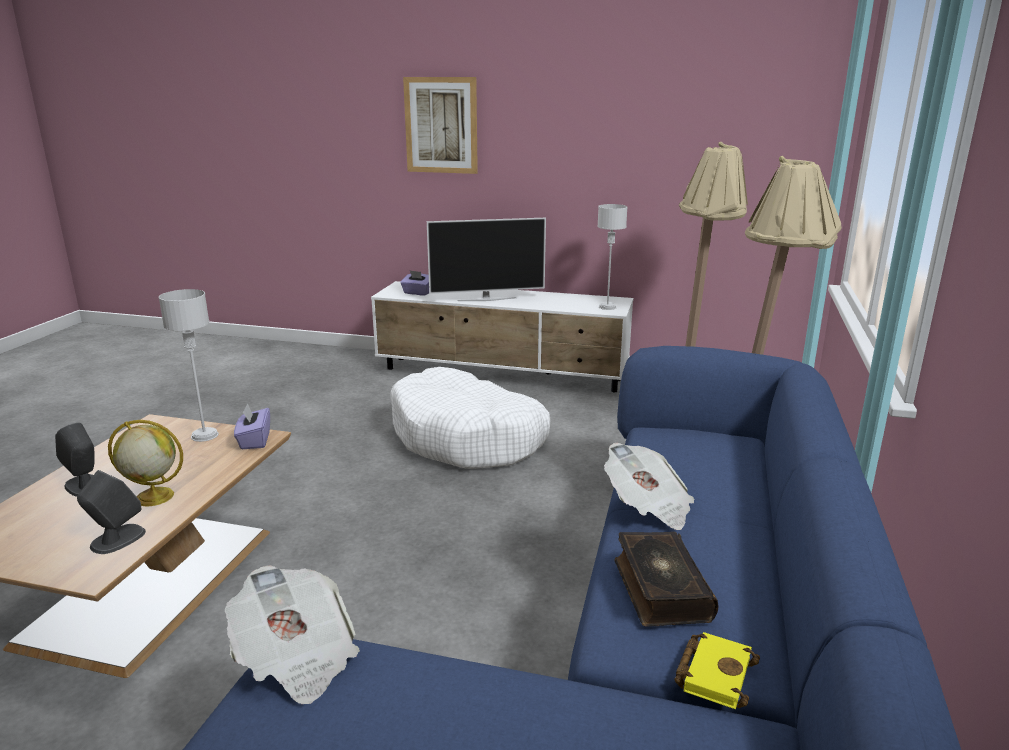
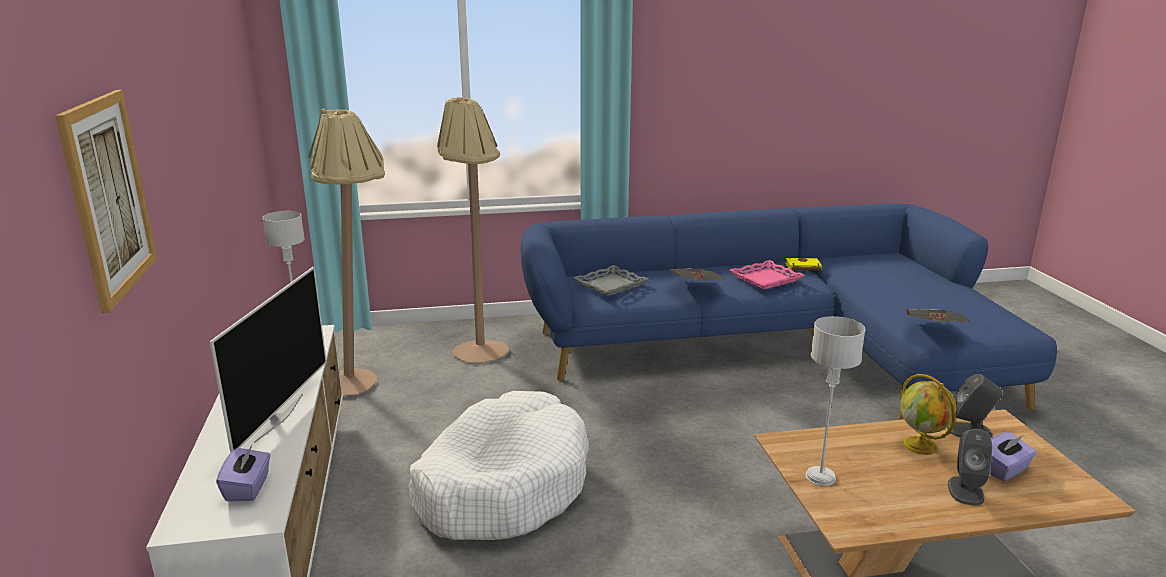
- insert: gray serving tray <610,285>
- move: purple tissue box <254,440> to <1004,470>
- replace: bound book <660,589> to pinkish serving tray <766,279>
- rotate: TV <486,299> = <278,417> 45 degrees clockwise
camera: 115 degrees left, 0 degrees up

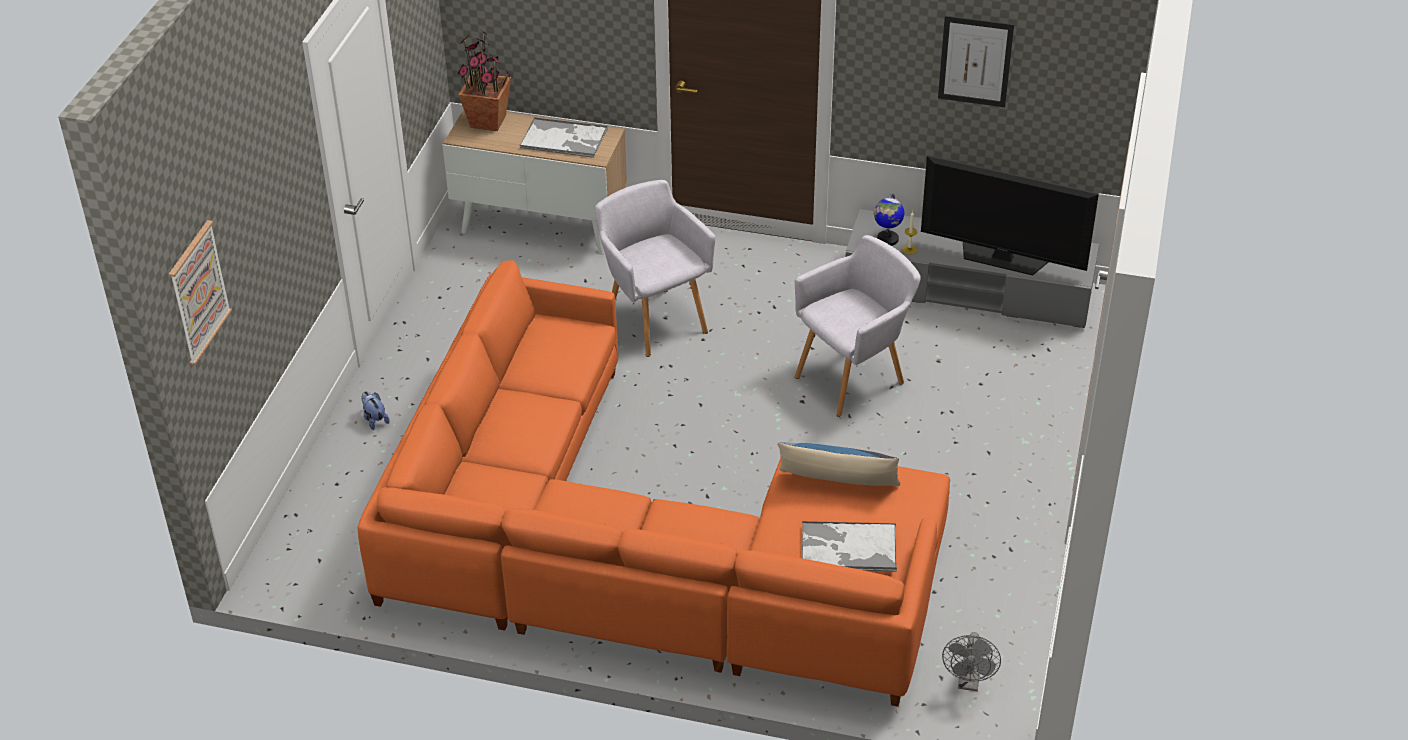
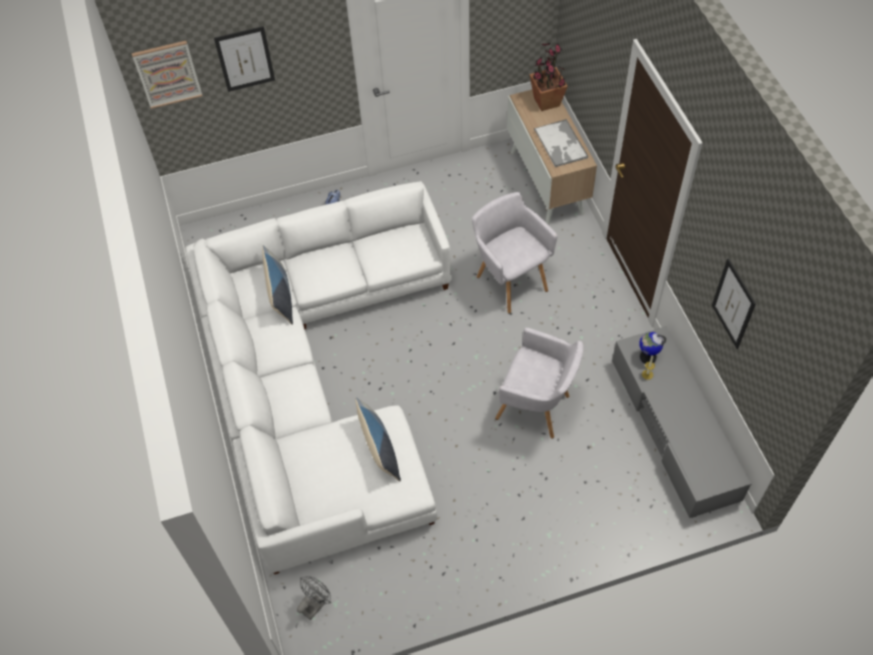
- delete: serving tray <847,547>
- delete: TV <1002,258>
- insert: wall picture <245,59>
- insert: pillow <280,295>
- recolor: orangey settee <639,547> to whitish settee <318,378>
- rotate: gray armchair <654,318> = <510,280> 60 degrees counterclockwise
- rotate: gray cooling fan <969,682> = <315,604> 150 degrees clockwise
camera: 60 degrees right, 15 degrees up

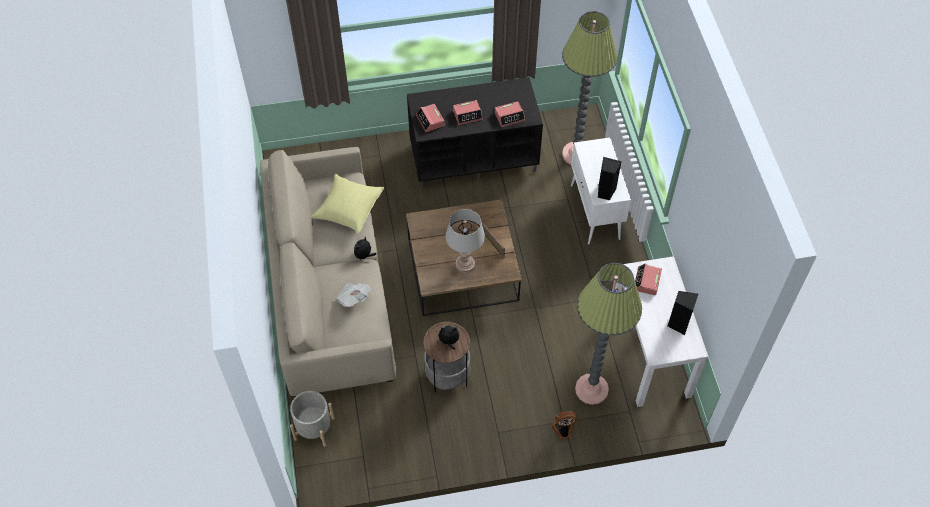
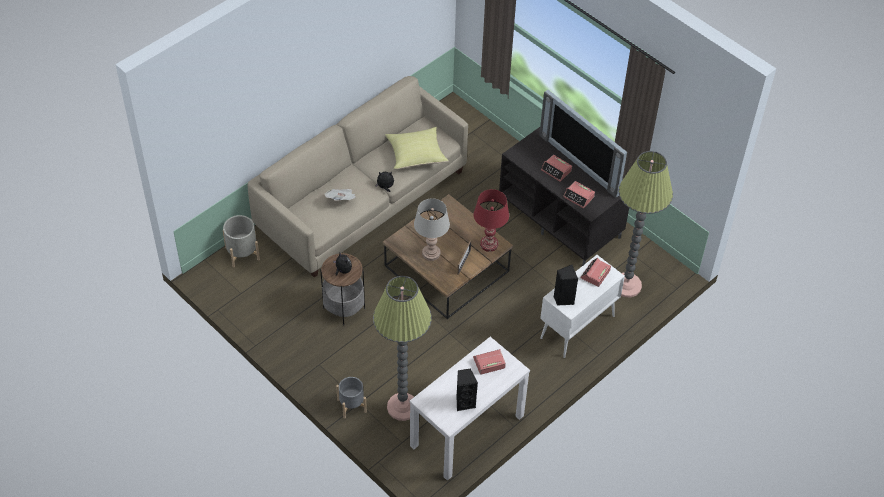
- insert: red-coloured tabletop lamp <489,244>
- insert: TV <581,163>
- move: table clock <430,120> to <595,274>
- replace: cooling fan <563,430> to gray planter <352,406>
camera: 55 degrees right, 5 degrees down

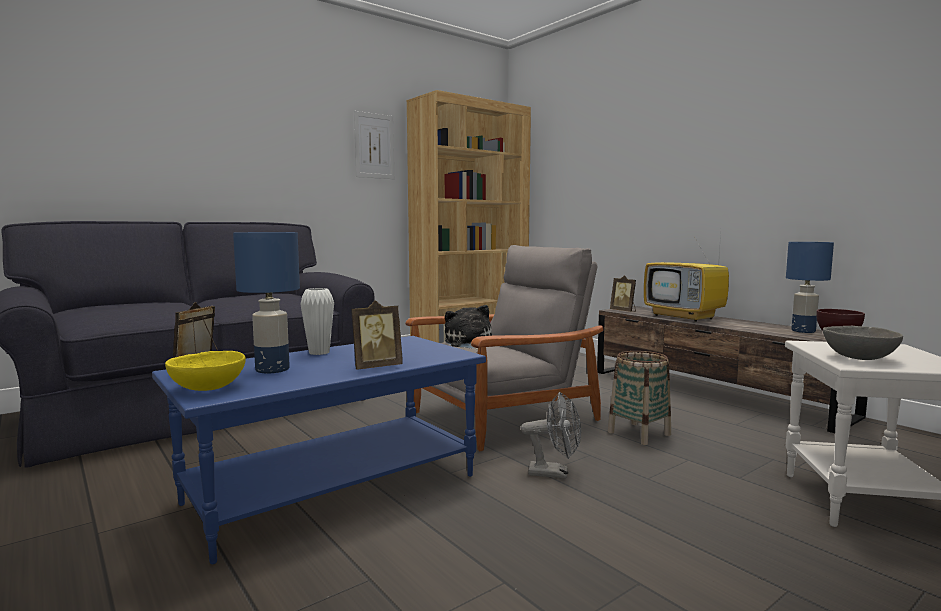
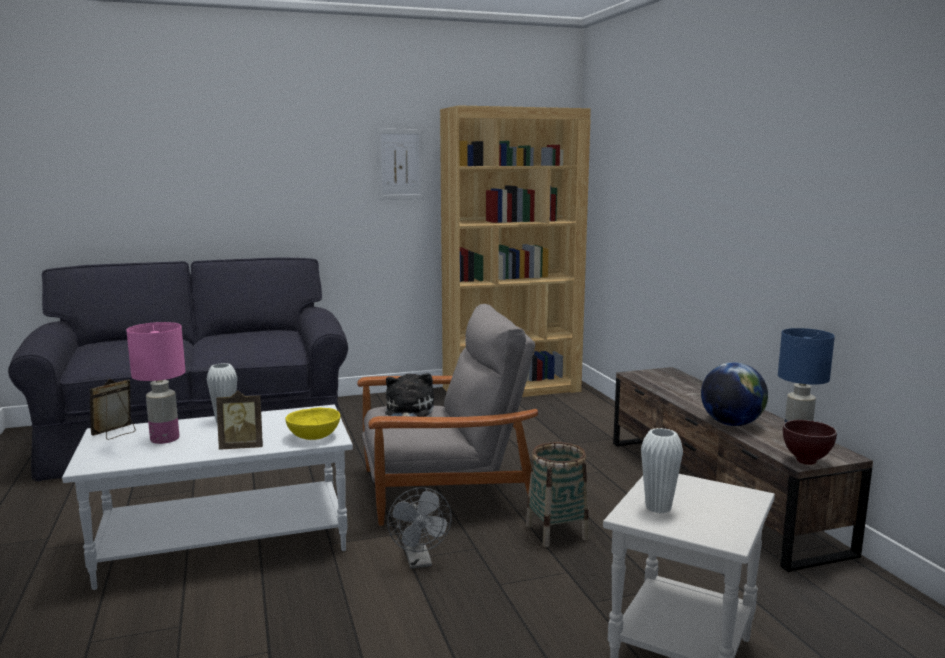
- delete: photo frame <623,311>
- delete: TV <685,317>
- insert: desk globe <731,424>
- move: yellowish deep dish <207,388> to <313,437>
- replace: gray deep dish <858,358> to whitish flower vase <658,508>
- recolor: blue lounge table <333,488> to whitish lounge table <226,541>
- recolor: blue tabletop lamp <273,370> to pinkish tabletop lamp <165,439>
- rotate: gray cooling fan <555,473> = <419,562> 45 degrees clockwise
camera: 20 degrees right, 5 degrees up

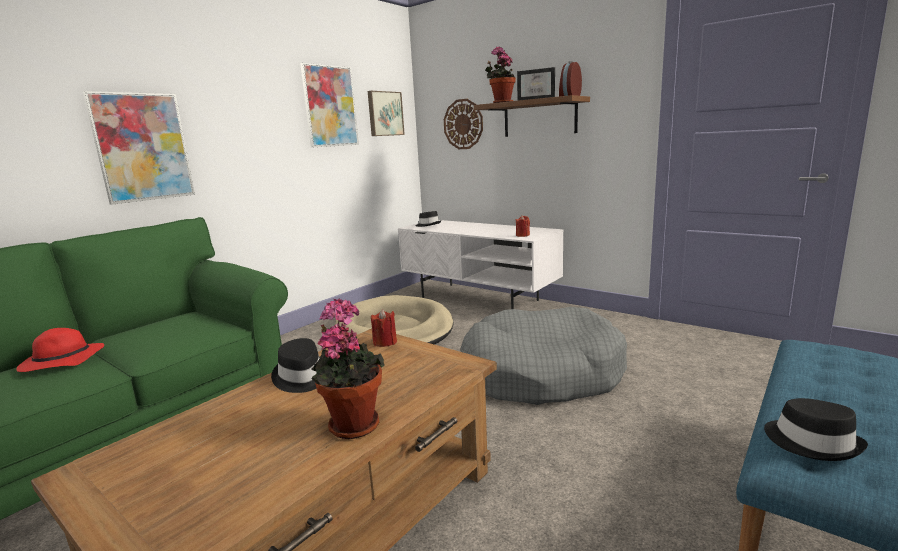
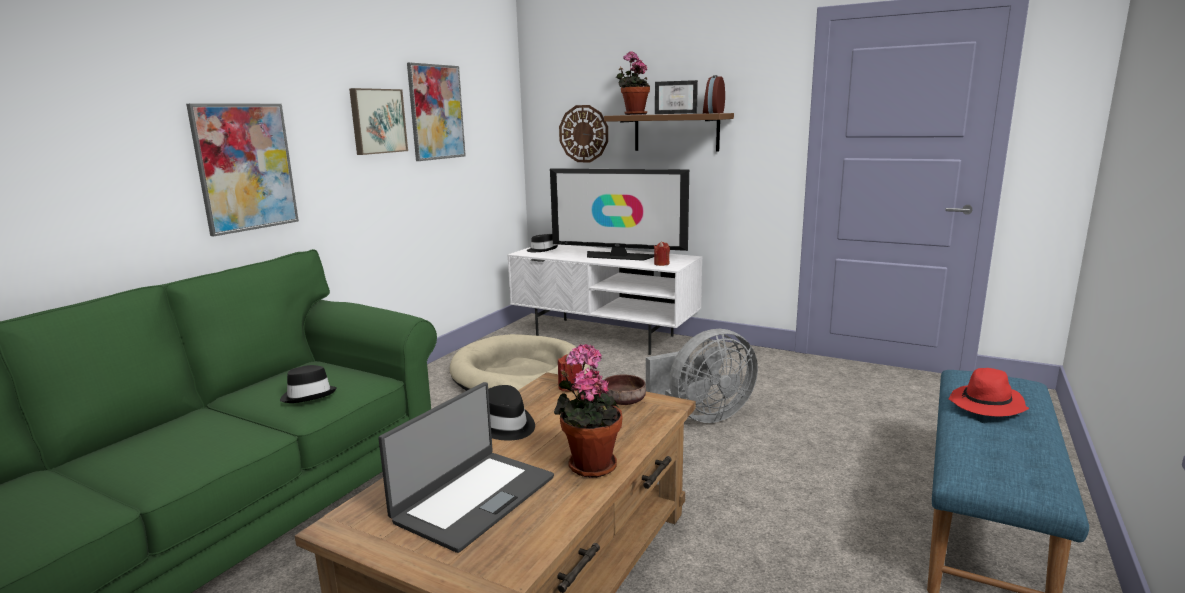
- insert: laptop <473,498>
- insert: TV <618,256>
- insert: brownish deep dish <624,401>
- move: red-coloured hat <62,362> to <987,406>
- move: wall picture <384,114> to <377,121>
- move: black-coloured hat <812,442> to <308,395>
- replace: gray dog cushion <541,373> to gray cooling fan <702,415>
camera: 10 degrees left, 0 degrees up

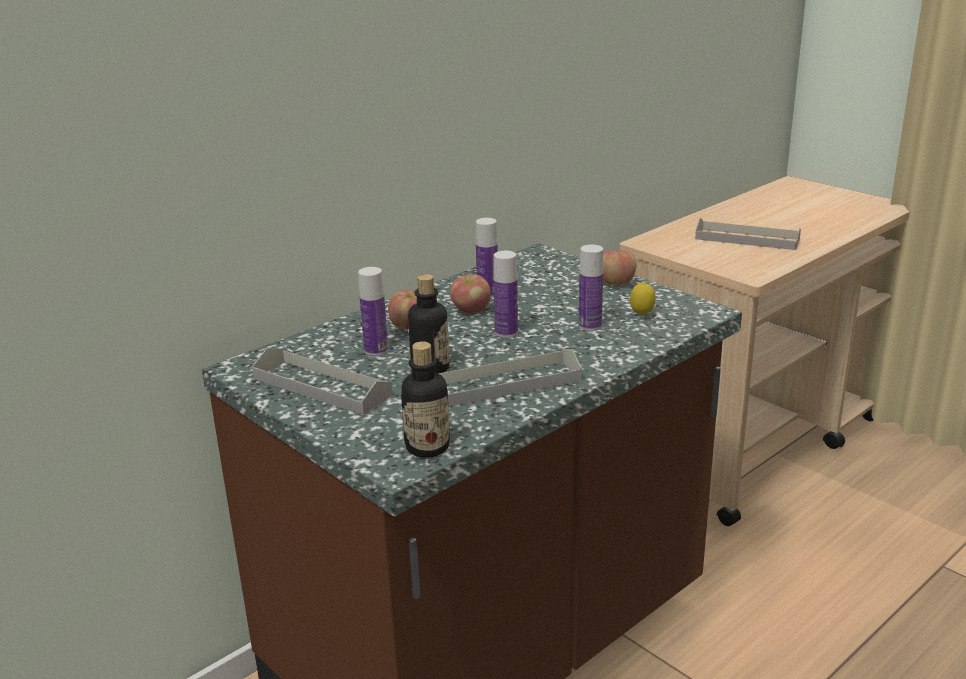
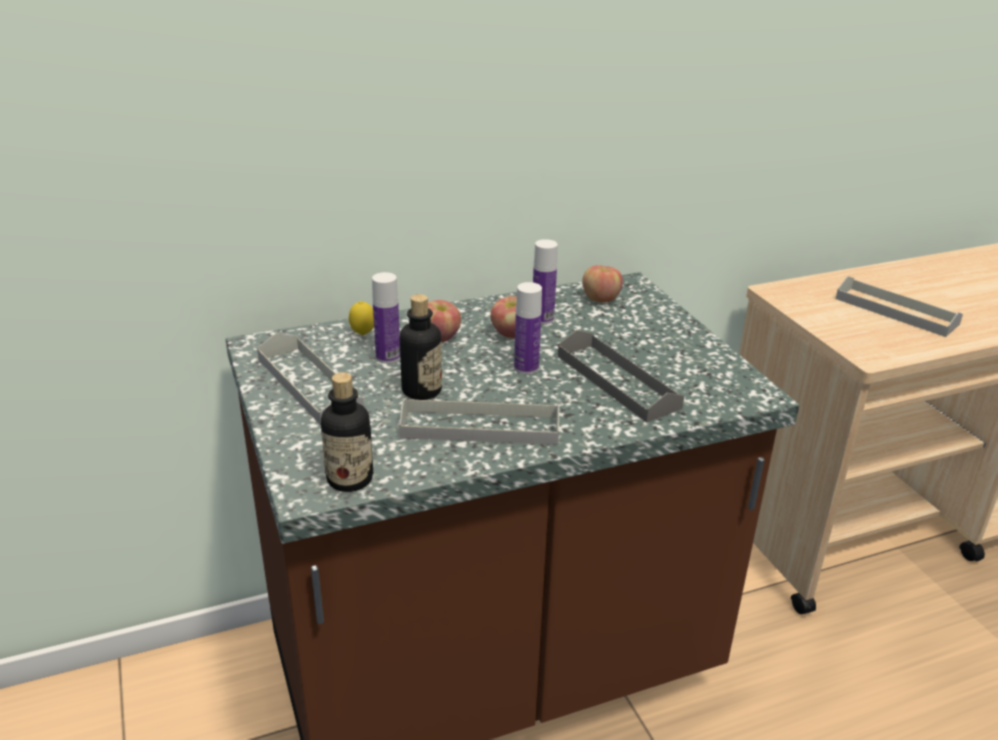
- move: apple fruit <616,282> to <601,299>
- move: citrus fruit <642,315> to <363,335>
- replace: beverage bottle <590,326> to gray serving tray <617,381>
camera: 20 degrees right, 5 degrees up

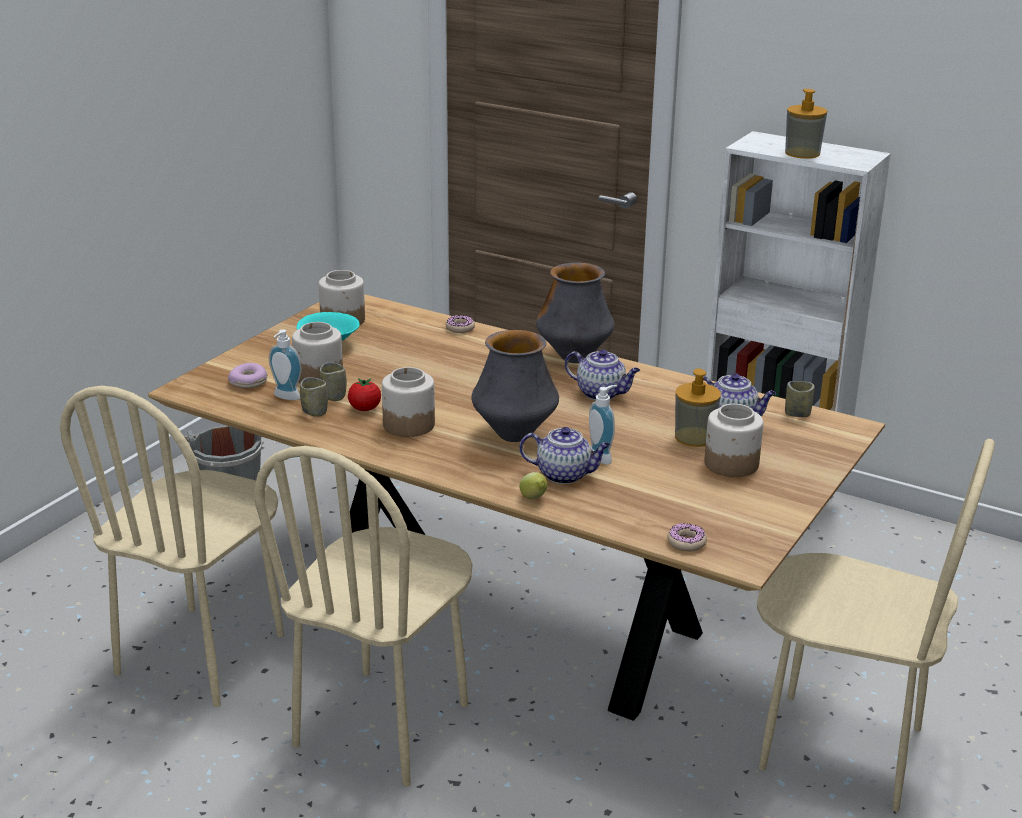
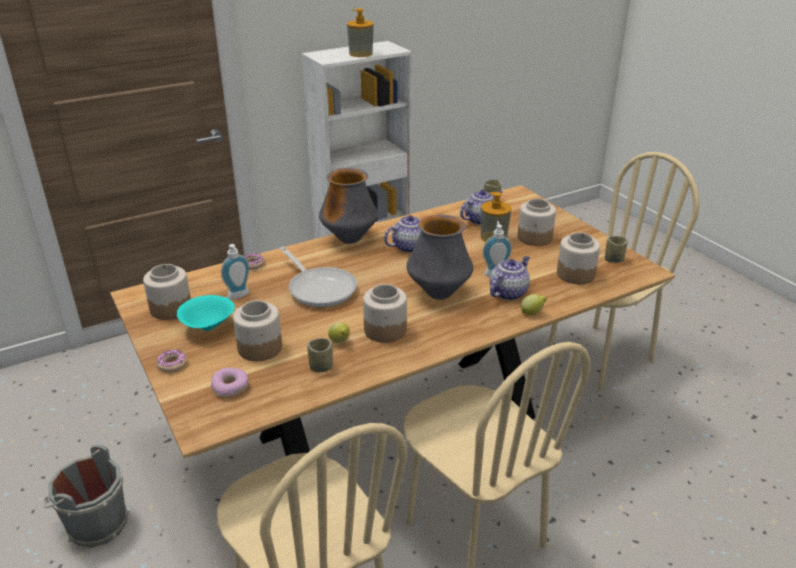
- insert: skillet <320,288>
- insert: jar <575,274>
- move: soap dispenser <285,397> to <239,296>
- move: drinking cup <333,396> to <613,260>
- move: doughnut <686,542> to <172,364>
- replace: fresh tomato <365,409> to citrus fruit <340,342>
camera: 60 degrees left, 5 degrees up

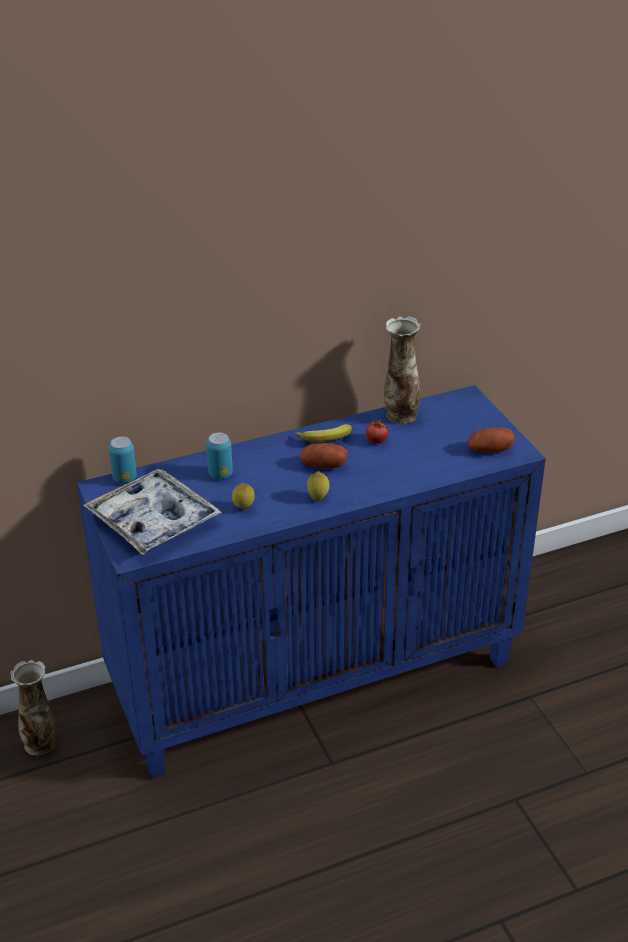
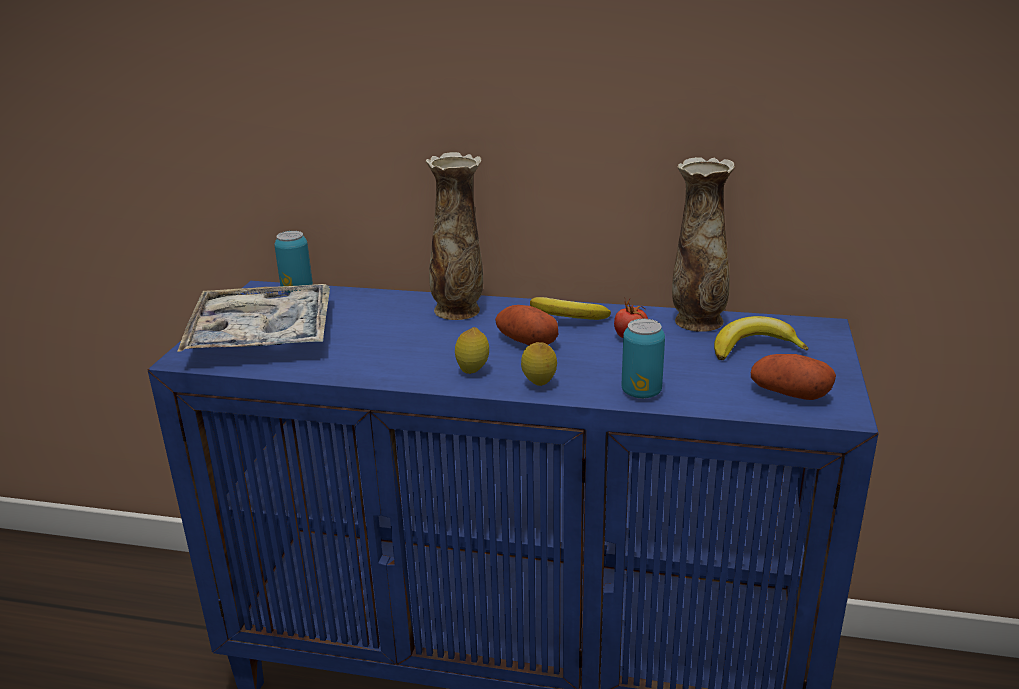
- insert: banana fruit <754,348>
- move: flower vase <40,743> to <458,310>
- move: sealed can <220,474> to <641,392>
- move: citrus fruit <243,508> to <539,385>
camera: 35 degrees right, 10 degrees down

